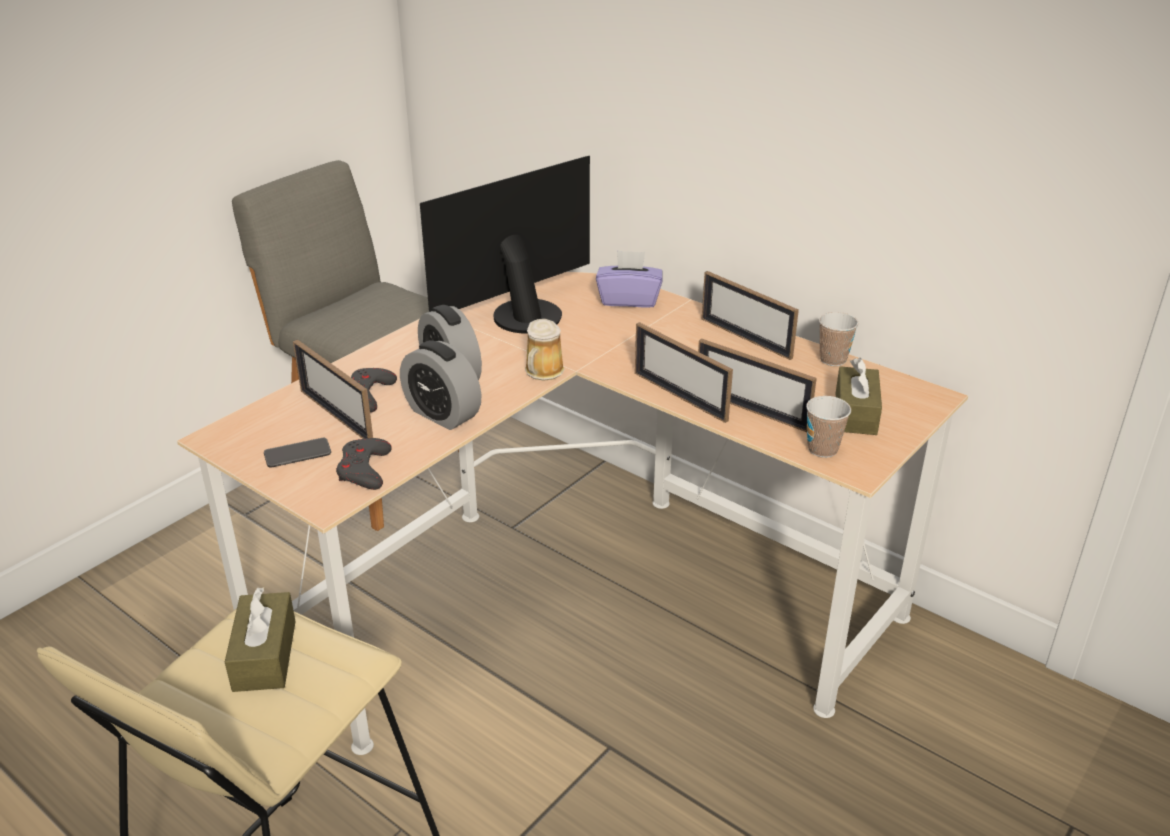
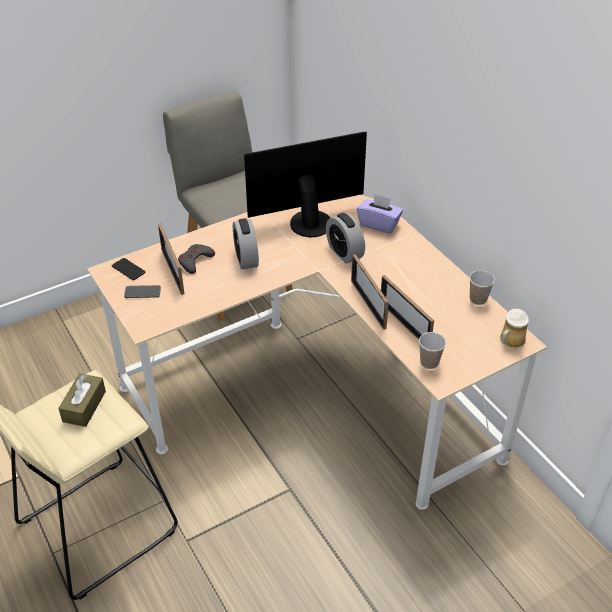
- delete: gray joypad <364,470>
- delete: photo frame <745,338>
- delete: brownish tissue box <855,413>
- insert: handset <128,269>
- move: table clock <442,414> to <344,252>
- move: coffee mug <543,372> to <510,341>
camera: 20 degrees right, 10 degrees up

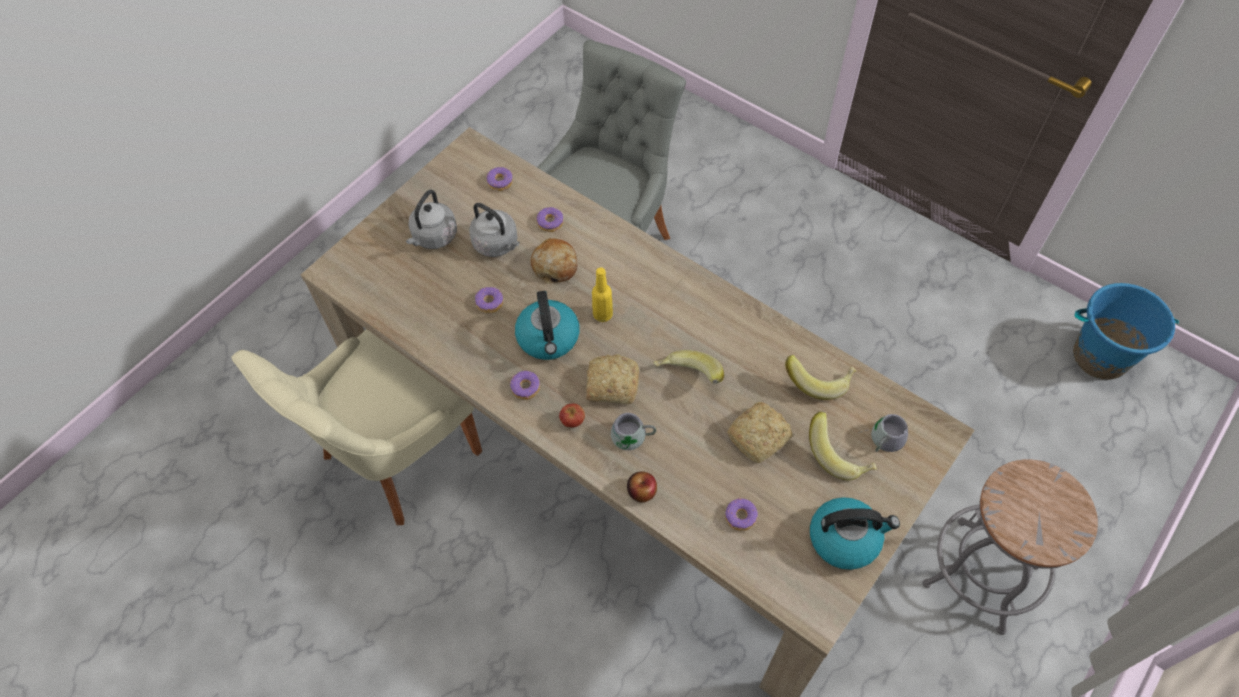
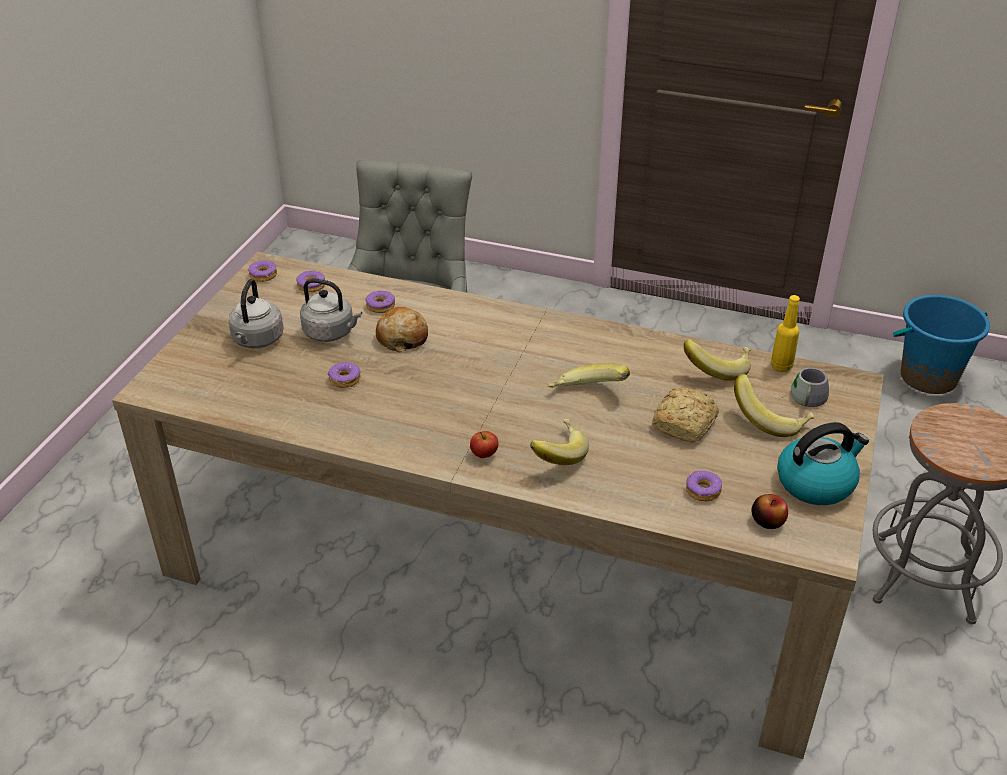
- delete: sand-coloured chair <396,457>
- delete: tea kettle <549,338>
- delete: baked bread <611,384>
- move: doughnut <525,388> to <263,275>
- move: yellowish beverage bottle <603,314> to <781,366>
- move: apple fruit <642,491> to <767,521>
- replace: gray coffee mug <633,439> to banana fruit <556,455>
camera: 20 degrees left, 20 degrees down

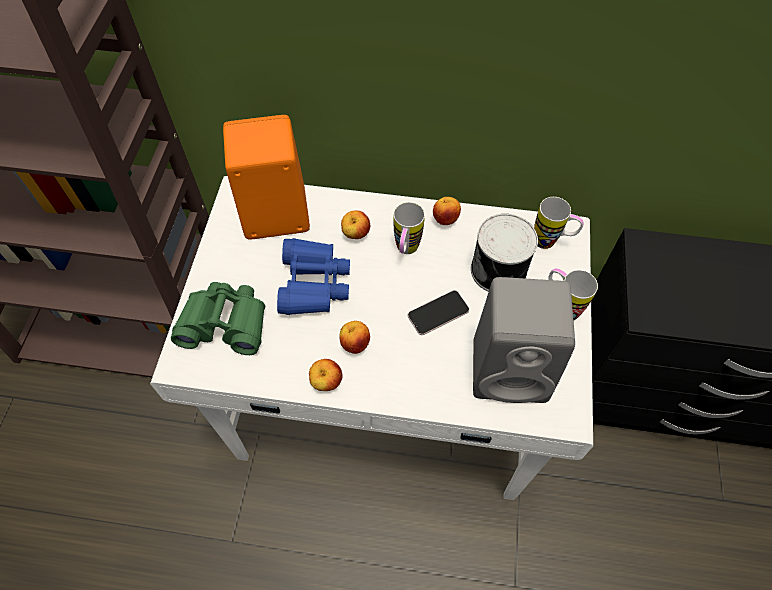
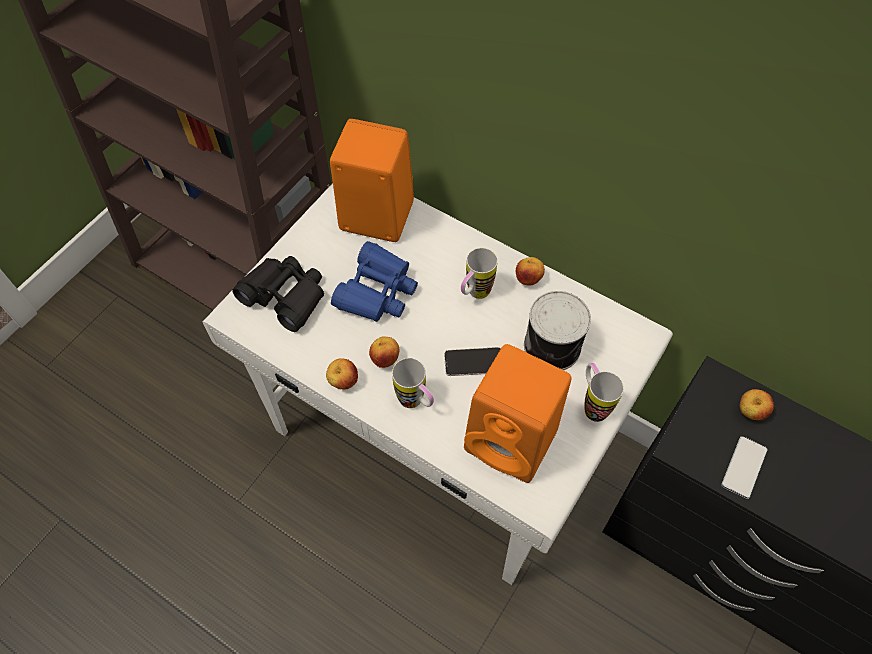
- insert: handset <744,467>
- move: apple fruit <355,234> to <750,411>
- move: coffee mug <551,242> to <416,403>
- recolor: green field glasses <225,324> to black-coloured field glasses <285,296>
- recolor: gray loudspeaker <512,369> to orangey loudspeaker <513,441>
camera: 25 degrees right, 0 degrees up

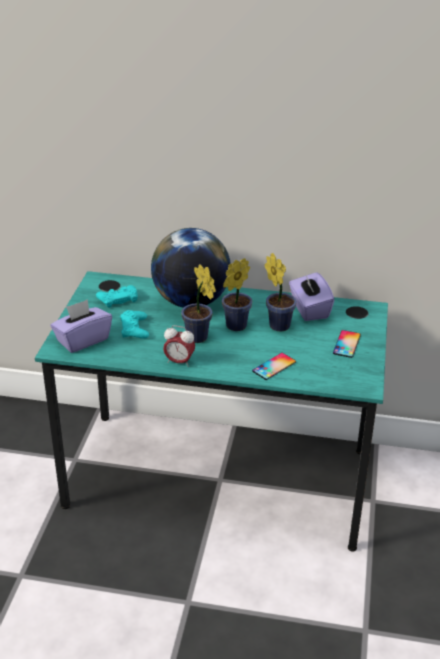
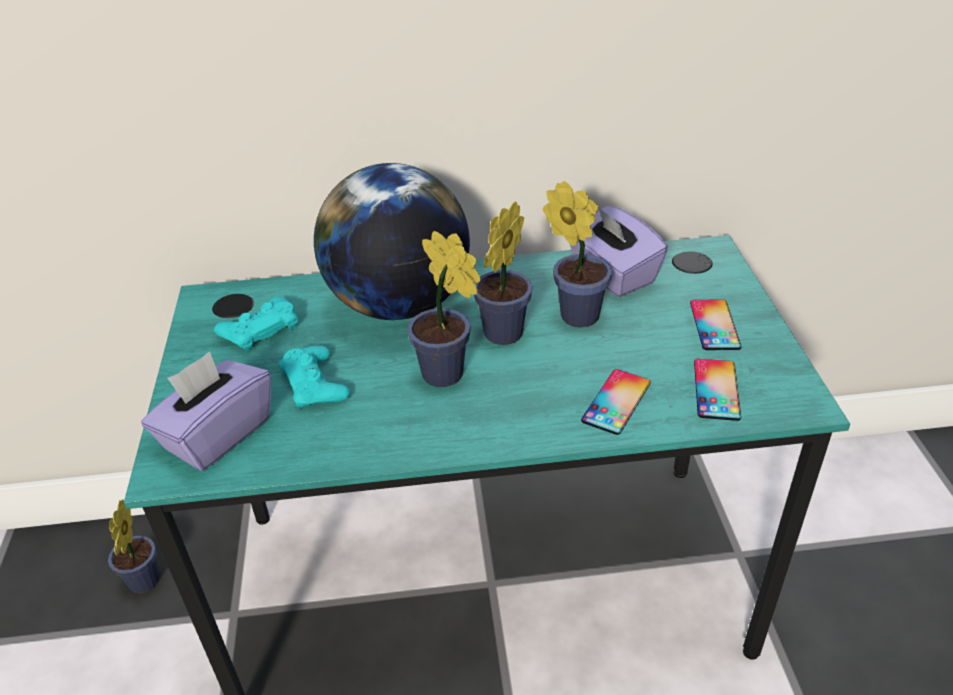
- delete: table clock <179,362>
- insert: plant in a pot <143,584>
- insert: handset <716,389>
camera: 15 degrees left, 5 degrees up

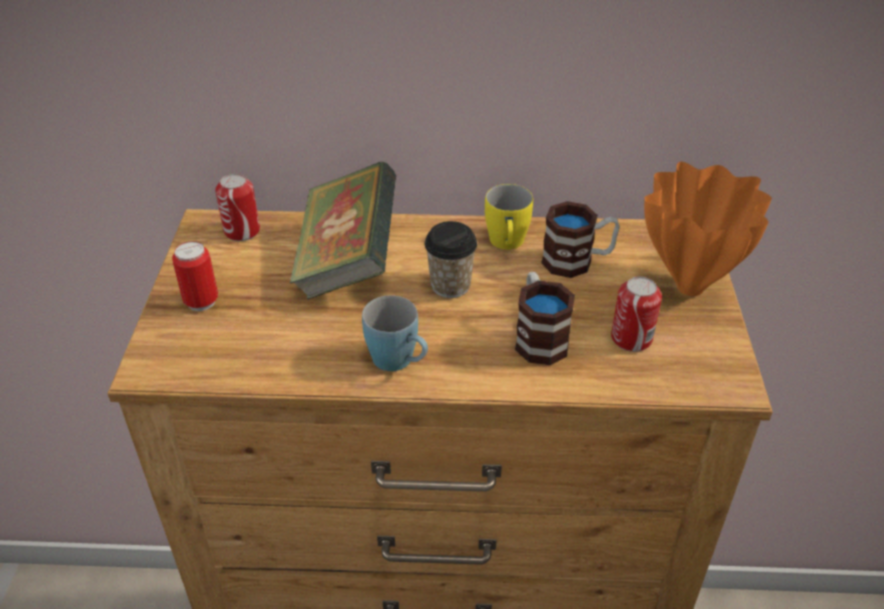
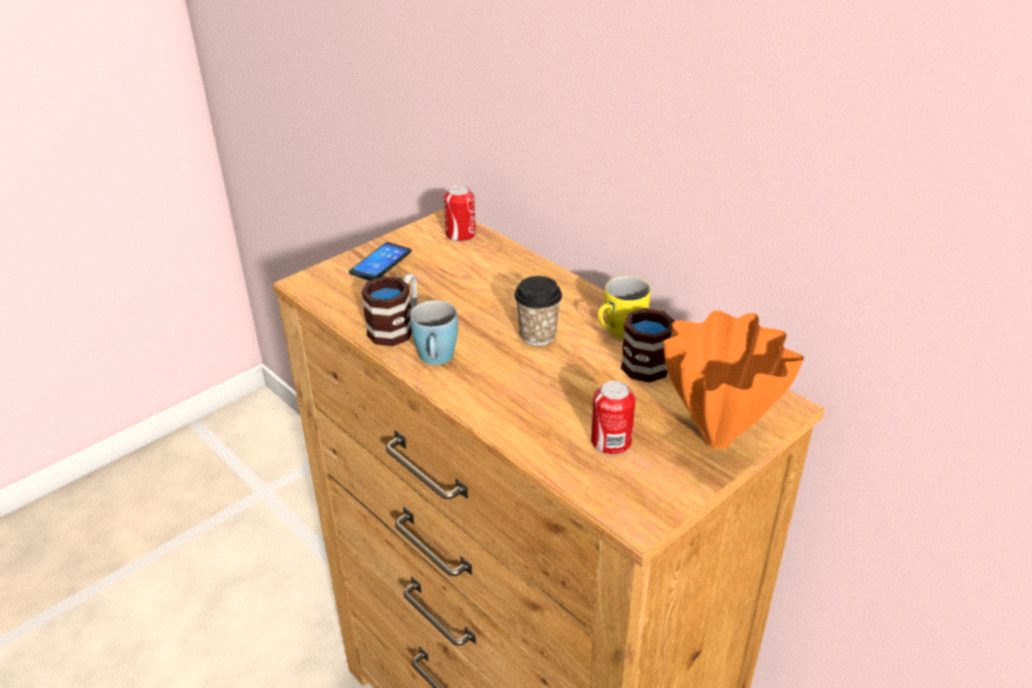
- delete: bound book <347,263>
- move: coffee mug <538,337> to <396,327>
- replace: sealed can <201,302> to handset <380,262>
camera: 45 degrees right, 5 degrees down

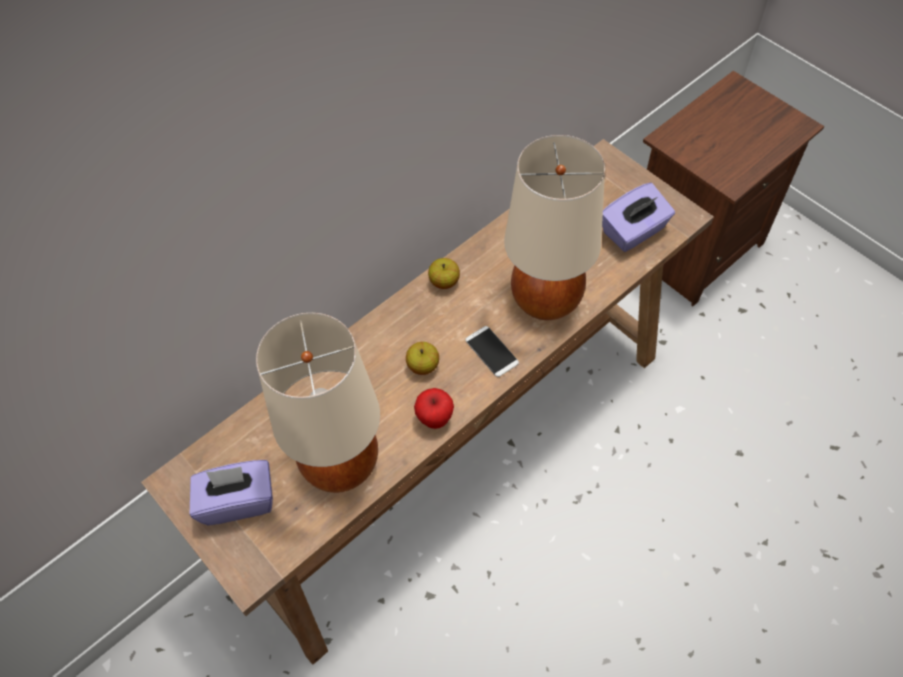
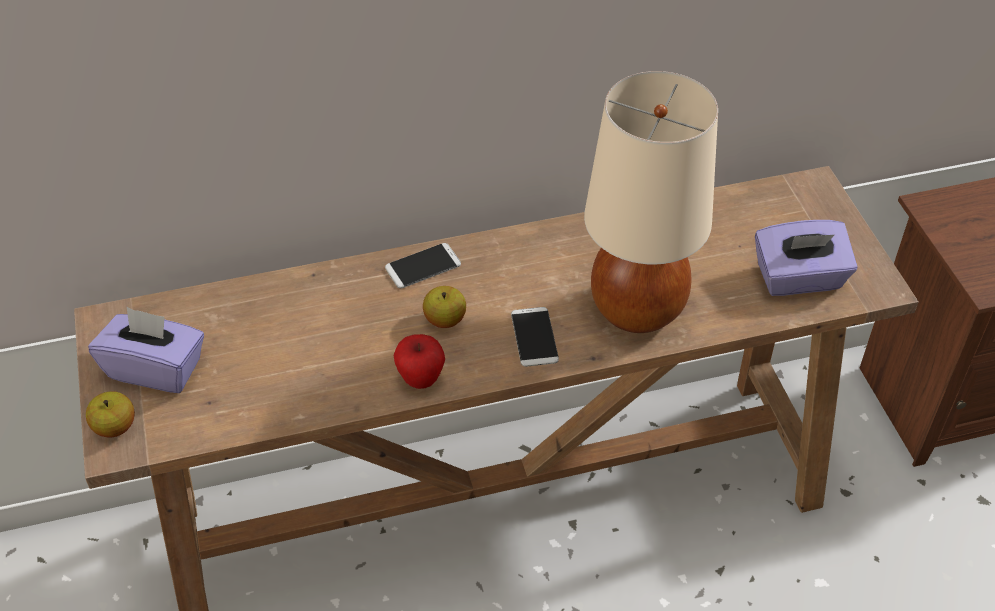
- delete: sand-coloured tabletop lamp <339,464>
- insert: handset <423,266>
- move: apple fruit <444,282> to <115,427>
camera: 25 degrees right, 10 degrees down

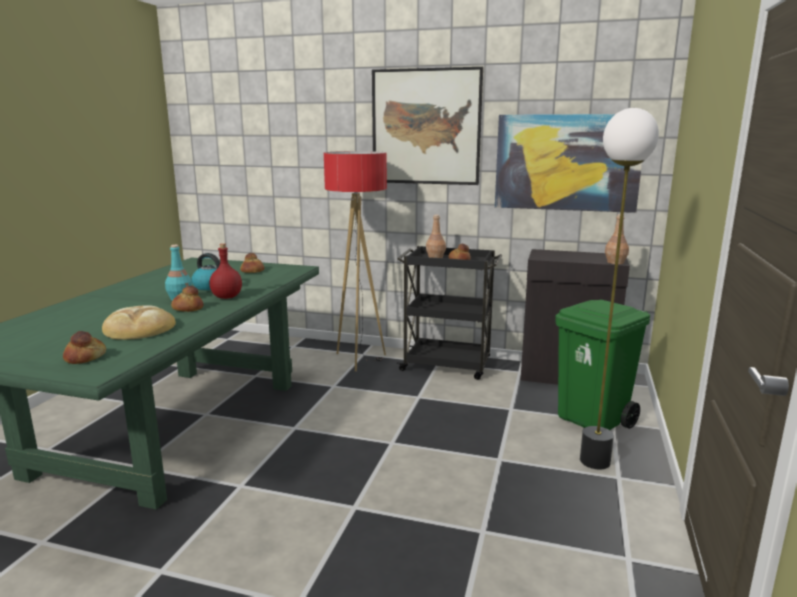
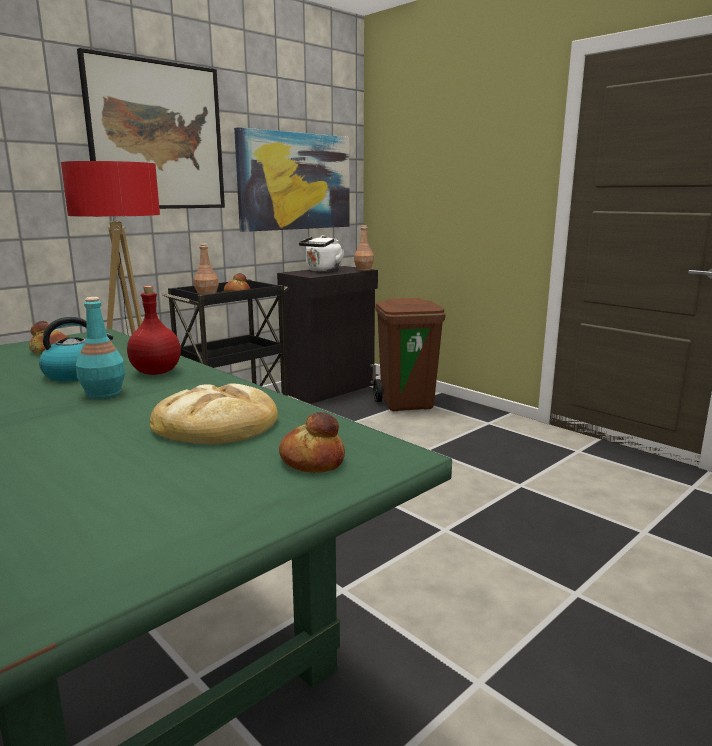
- delete: baked bread <188,308>
- delete: floor lamp <594,461>
- insert: whitish tea kettle <322,271>
- recolor: green trash can <593,420> to brownish trash can <407,404>
camera: 60 degrees left, 0 degrees up

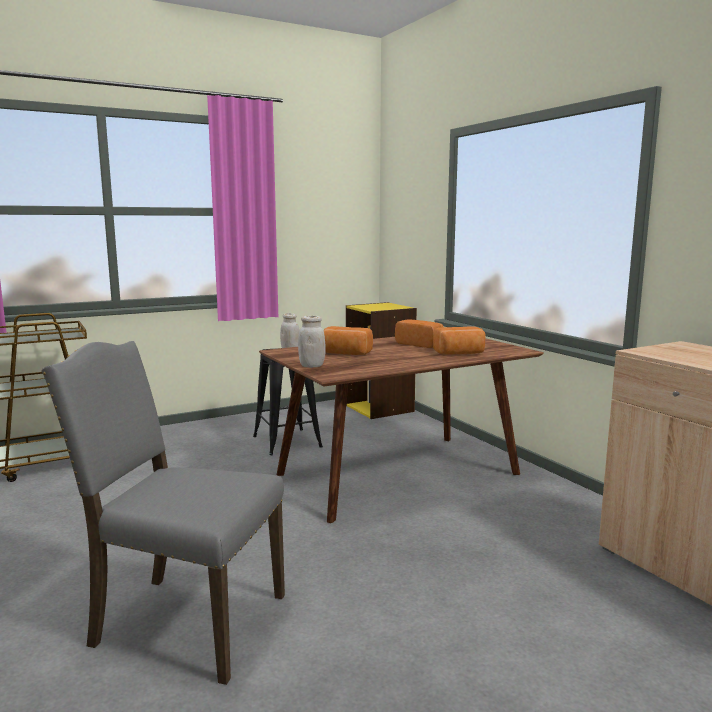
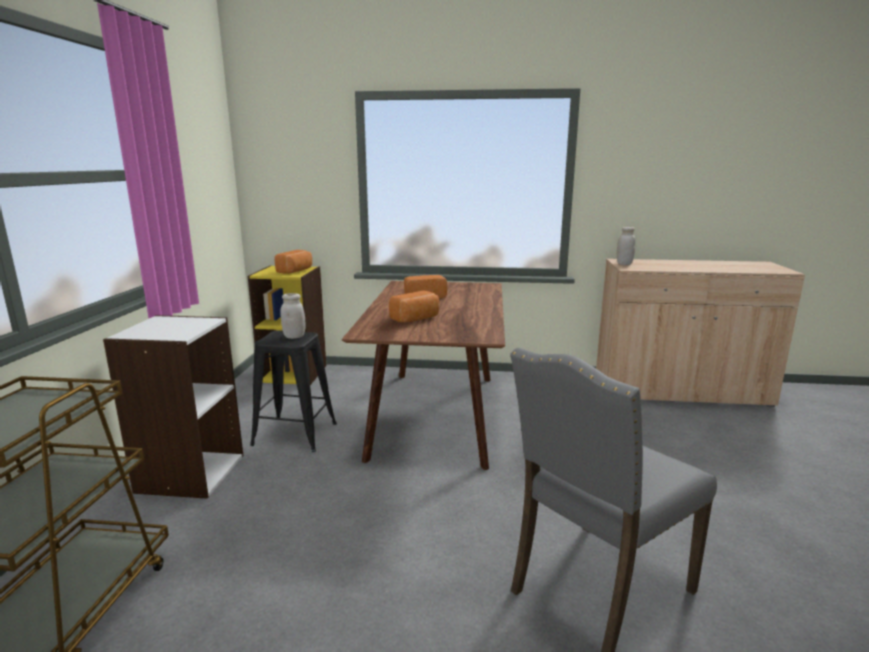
- insert: whitish bookcase <190,473>
- move: whitish jar <312,366> to <624,264>
- move: baked bread <460,353> to <296,271>
camera: 55 degrees left, 5 degrees up

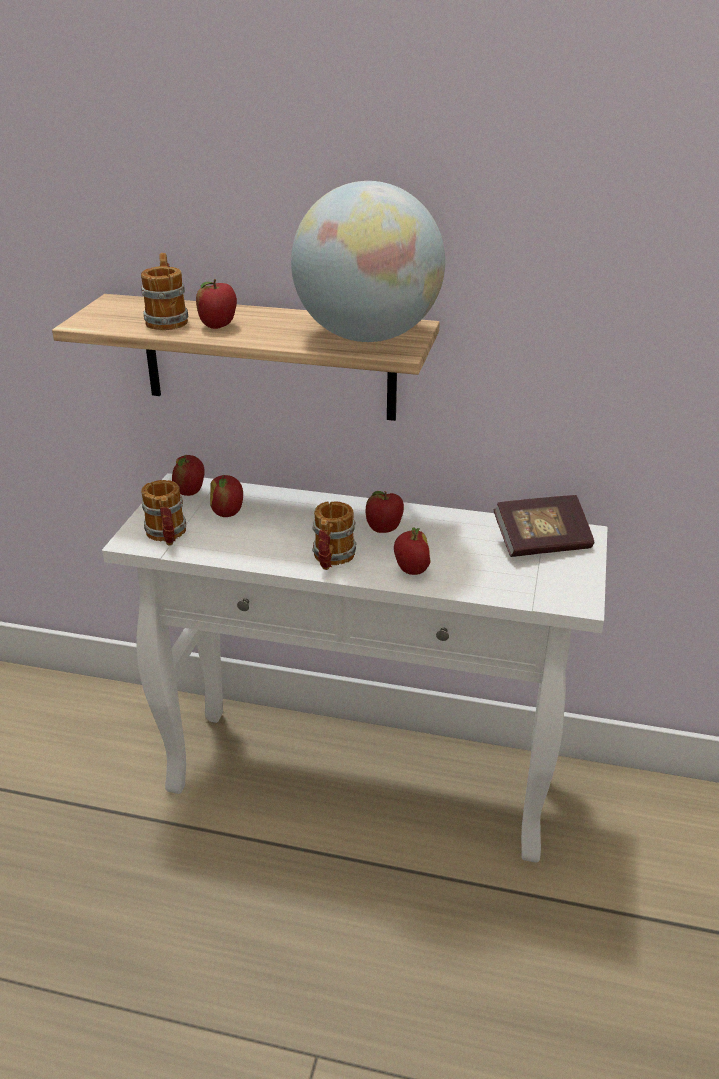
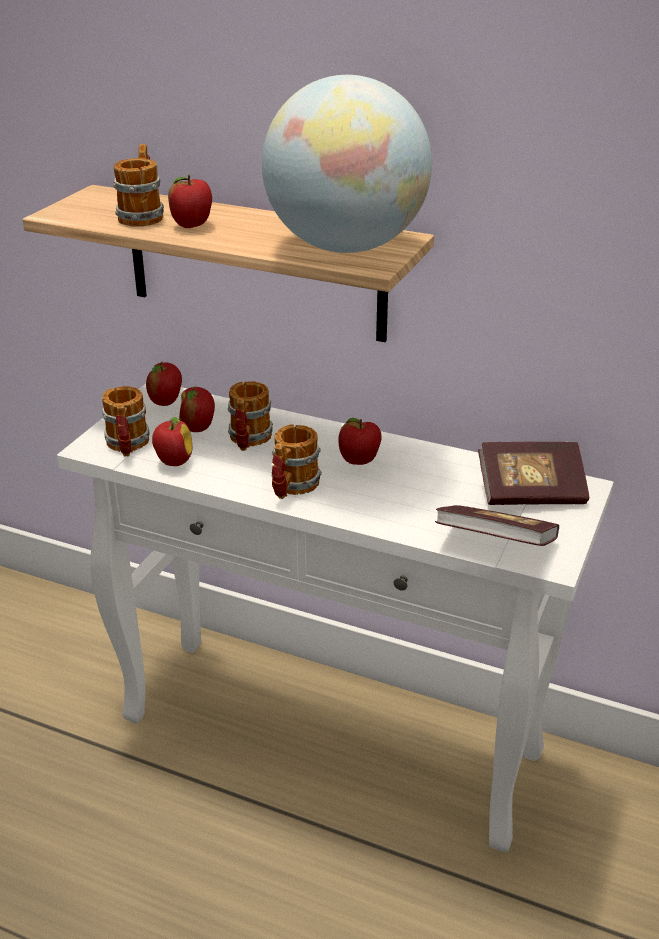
- insert: coffee mug <248,441>
- insert: bound book <495,544>
- move: apple fruit <411,570> to <174,462>
camera: 10 degrees right, 0 degrees up

